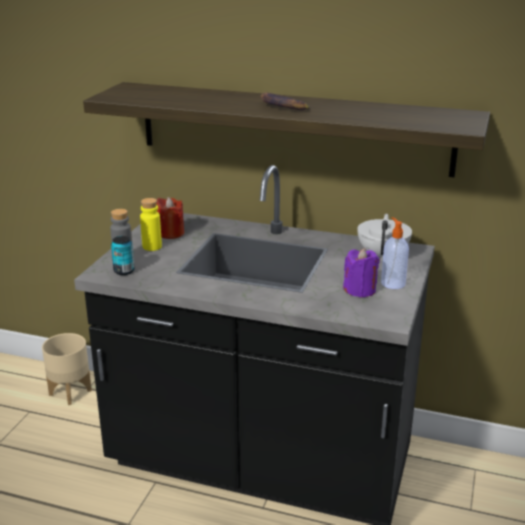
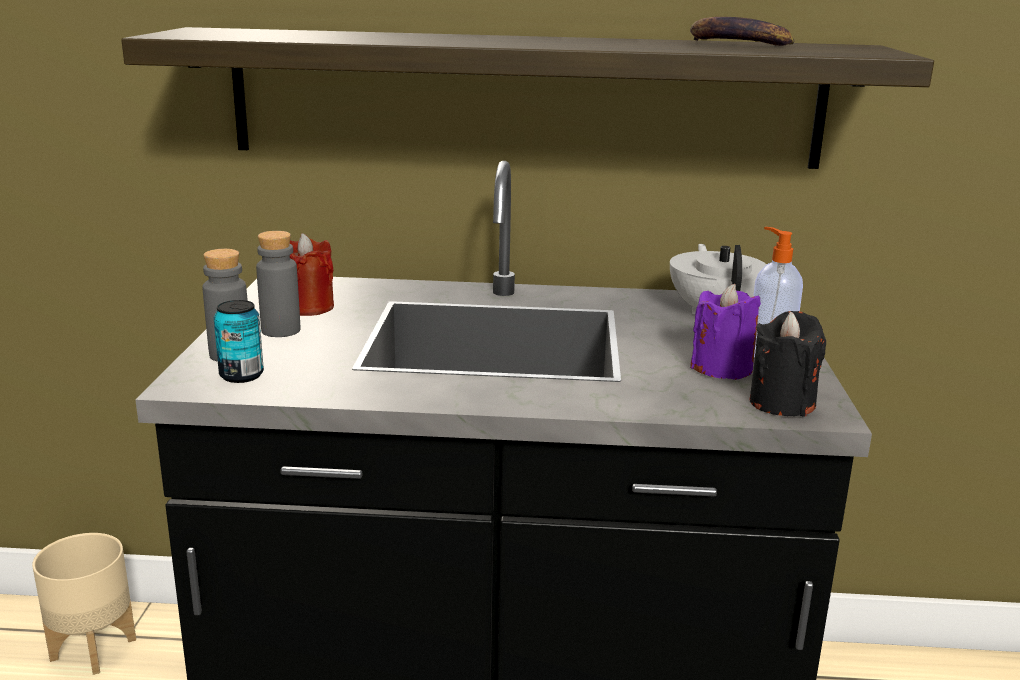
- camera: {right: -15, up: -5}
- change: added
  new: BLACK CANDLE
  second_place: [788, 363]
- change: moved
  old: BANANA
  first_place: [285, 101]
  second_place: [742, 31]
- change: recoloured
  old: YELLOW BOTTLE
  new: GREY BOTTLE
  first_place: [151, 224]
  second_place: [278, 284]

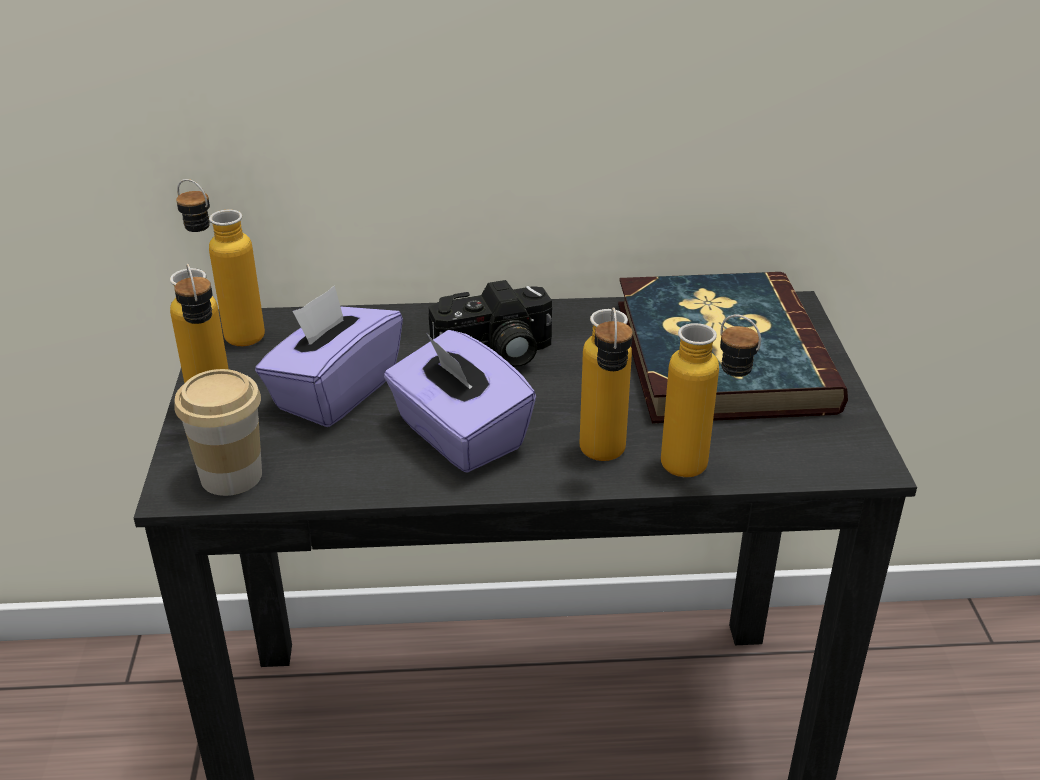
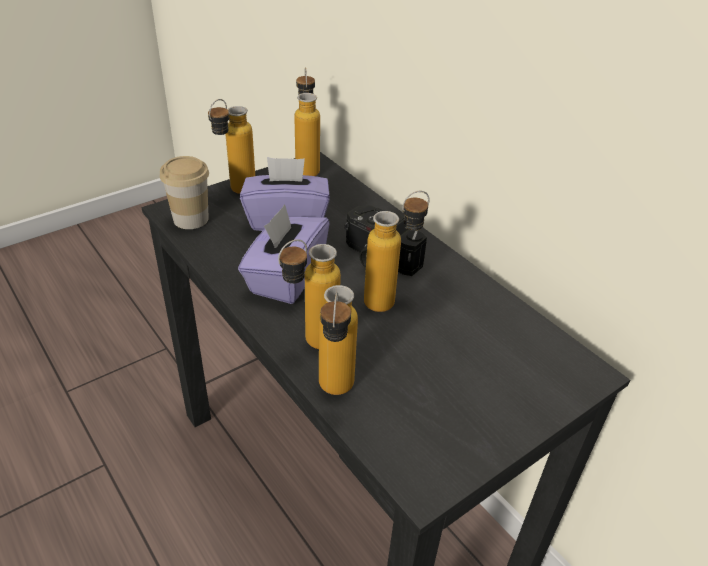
- camera: {right: 55, up: 5}
- change: removed
  old: BOOK
  first_place: [733, 347]
- change: added
  new: BOTTLE
  second_place: [396, 251]

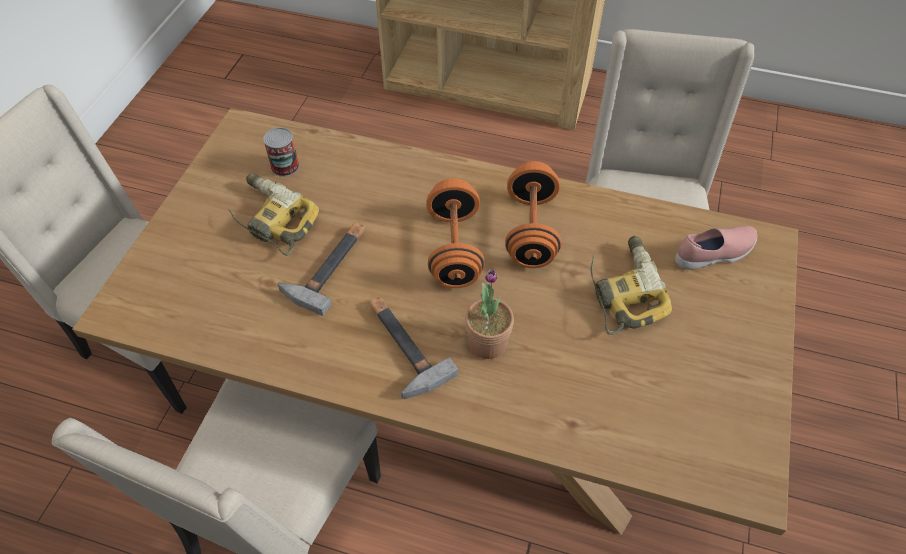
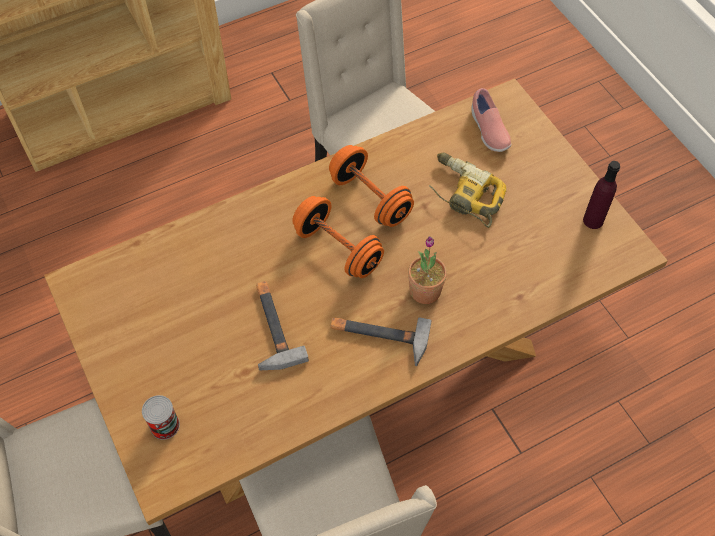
- camera: {right: -45, up: 5}
- change: removed
  old: POWER DRILL
  first_place: [273, 214]
- change: added
  new: PURPLE BOTTLE
  second_place: [601, 195]
- change: moved
  old: CAN
  first_place: [281, 152]
  second_place: [161, 417]
- change: turned
  old: PINK SHOE
  first_place: [716, 247]
  second_place: [491, 120]
  degrees: 135

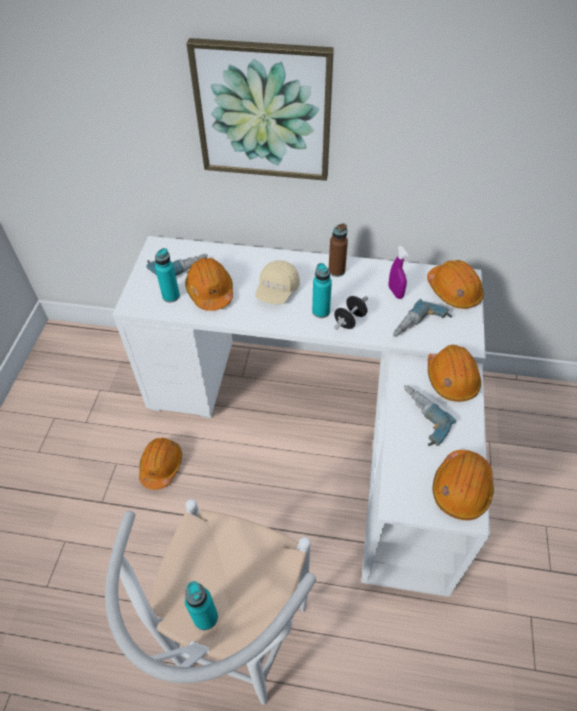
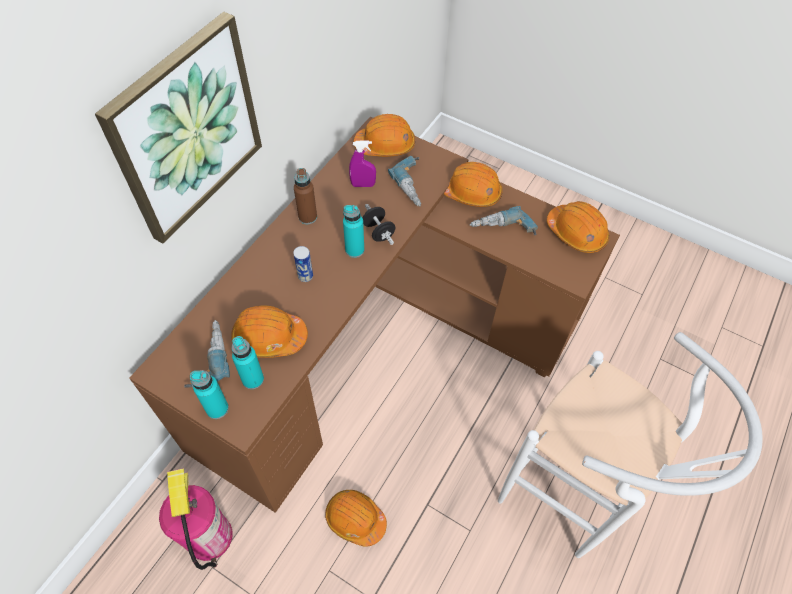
- camera: {right: -70, up: 5}
- change: added
  new: FIRE EXTINGUISHER
  second_place: [196, 519]
- change: moved
  old: TURQUOISE BOTTLE
  first_place: [201, 605]
  second_place: [209, 394]
- change: replaced
  old: BEIGE CAP
  new: CAN
  first_place: [277, 282]
  second_place: [303, 264]
- change: recoloured
  old: WHITE DESK
  new: BROWN DESK
  first_place: [301, 416]
  second_place: [374, 314]

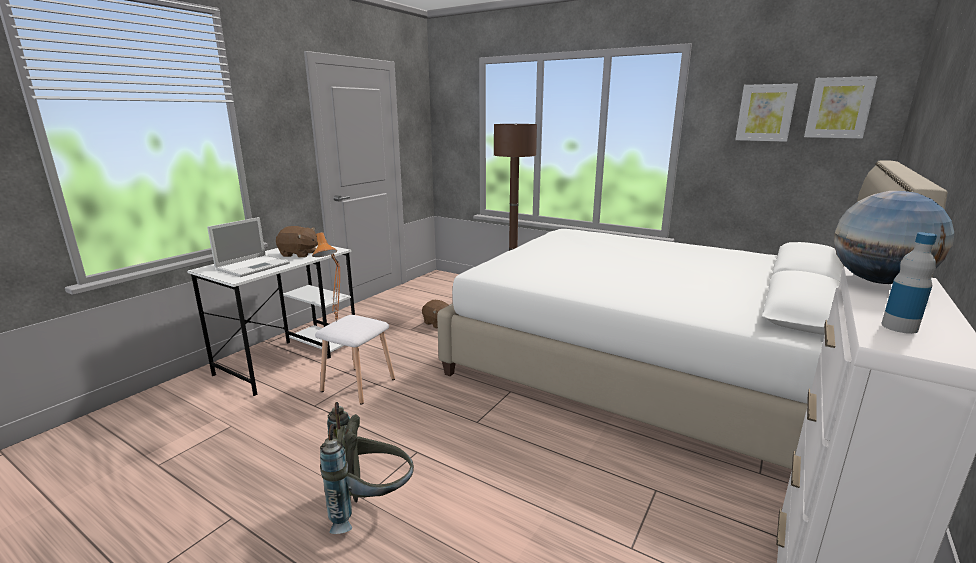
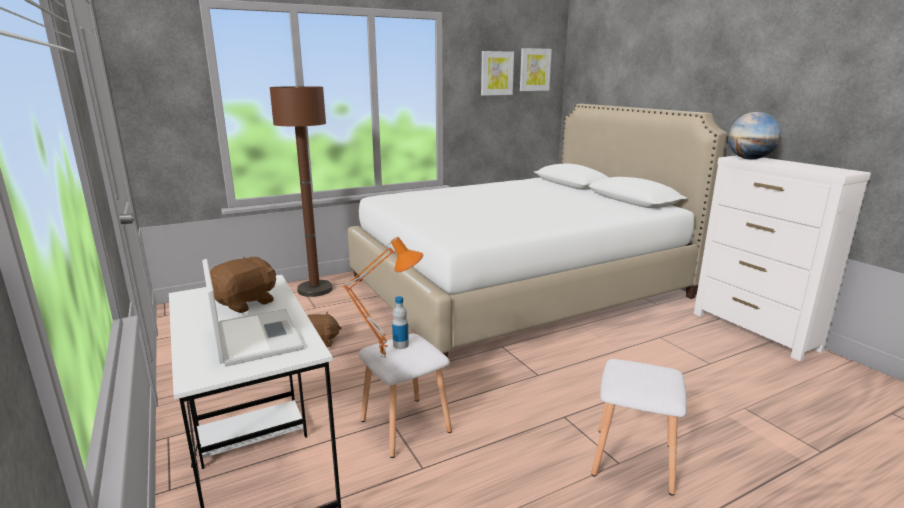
- camera: {right: -60, up: 0}
- change: moved
  old: BOTTLE
  first_place: [909, 283]
  second_place: [400, 322]
- change: replaced
  old: GREY BACKPACK
  new: WHITE STOOL
  first_place: [367, 468]
  second_place: [639, 427]

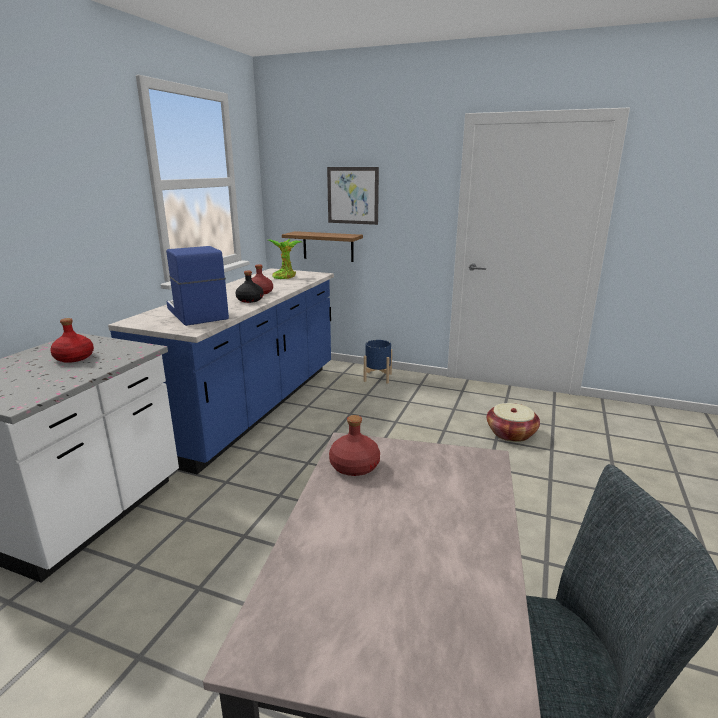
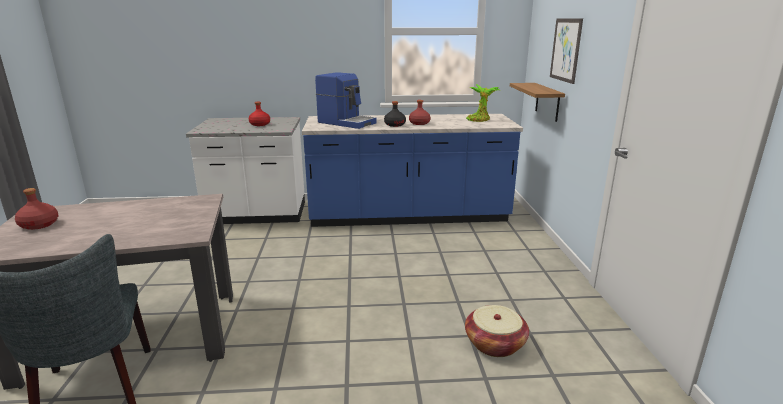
- camera: {right: 65, up: 0}
- change: removed
  old: BLUE PLANTER
  first_place: [378, 362]
- change: moved
  old: RED BOTTLE
  first_place: [354, 445]
  second_place: [36, 209]
- change: turned
  old: COFFEE MACHINE
  first_place: [197, 286]
  second_place: [346, 100]
  degrees: 90

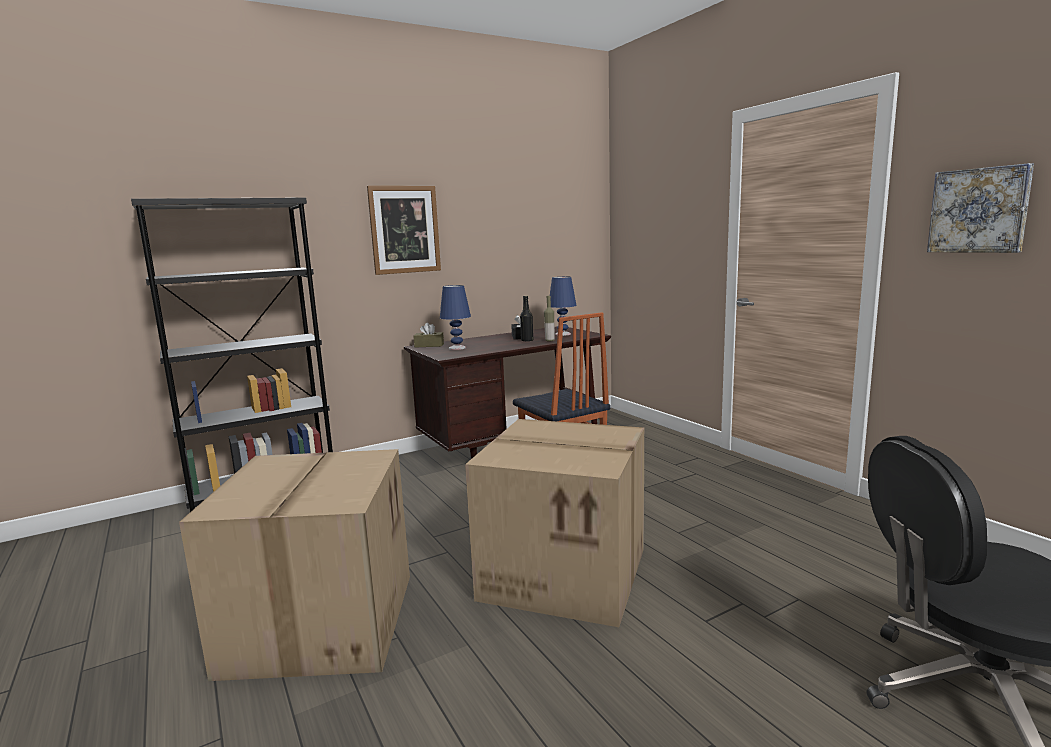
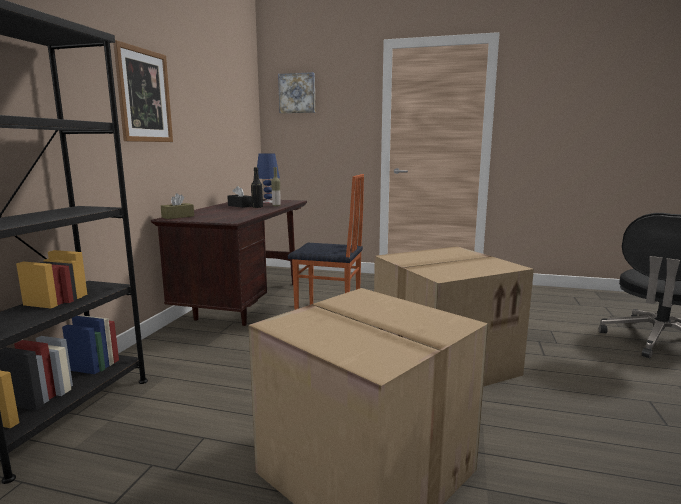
- camera: {right: -45, up: 0}
- change: removed
  old: BLUE TABLE LAMP
  first_place: [455, 317]
- change: moved
  old: PICTURE
  first_place: [980, 208]
  second_place: [296, 92]

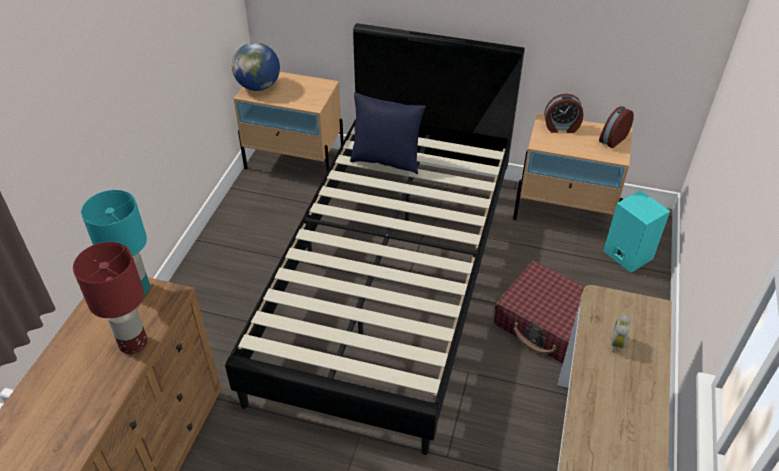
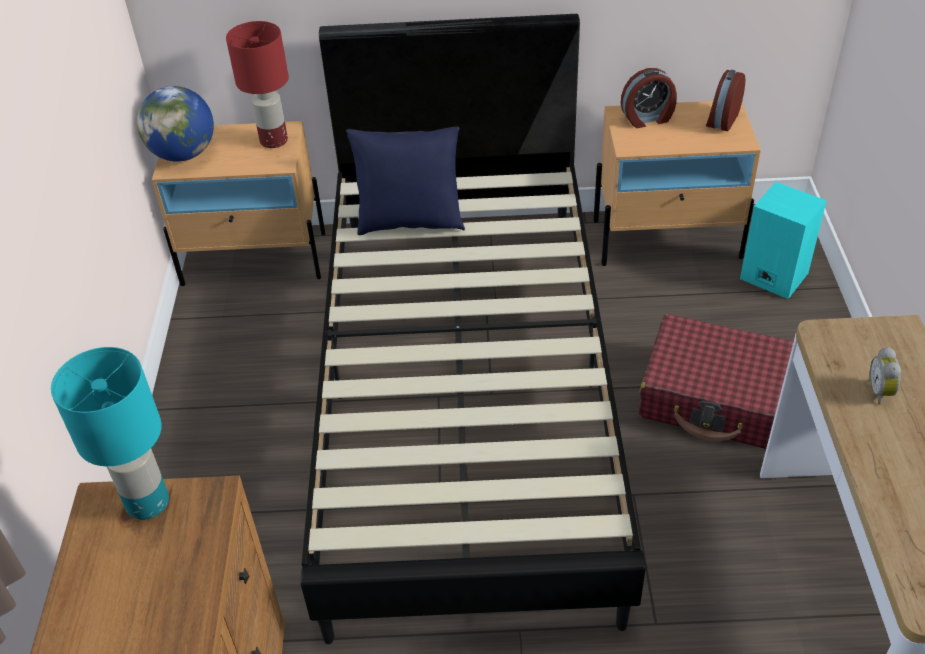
- camera: {right: -15, up: 0}
- change: moved
  old: RED TABLE LAMP
  first_place: [110, 298]
  second_place: [257, 84]

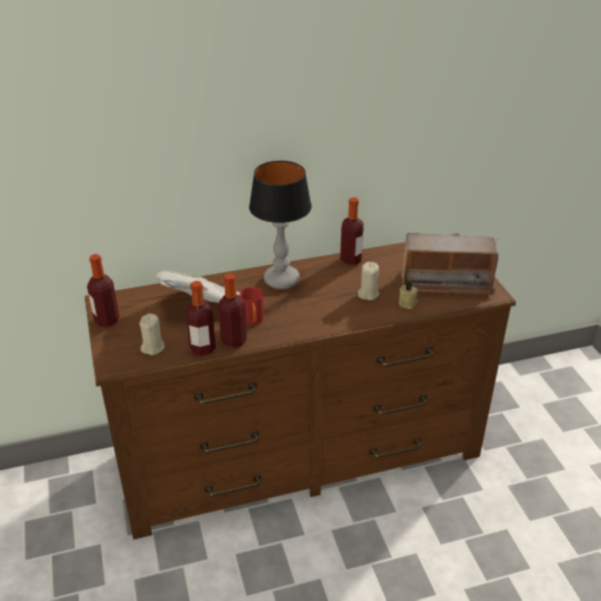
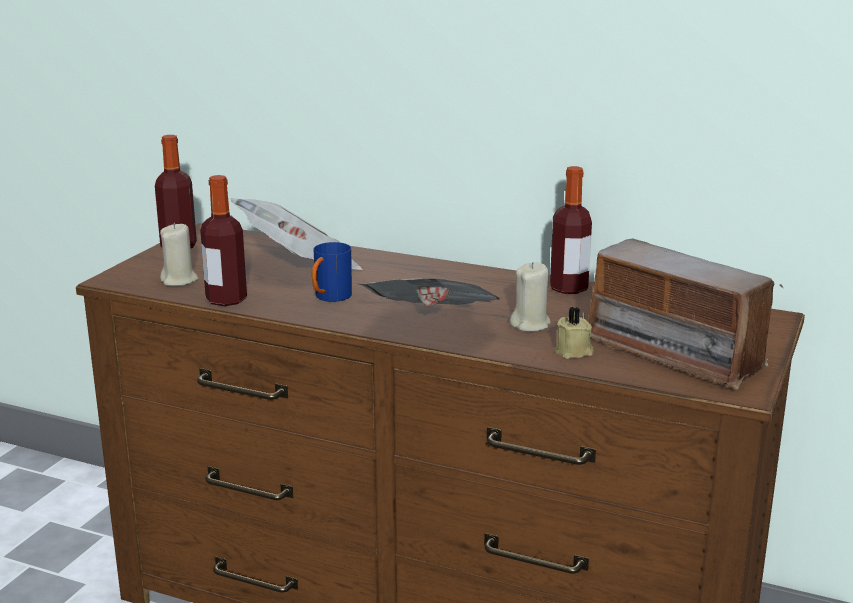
- camera: {right: 40, up: -15}
- change: removed
  old: BOTTLE
  first_place: [232, 311]
- change: removed
  old: TABLE LAMP
  first_place: [280, 225]
- change: added
  new: NEWSPAPER
  second_place: [429, 292]
- change: recoloured
  old: RED MUG
  new: BLUE MUG
  first_place: [252, 306]
  second_place: [332, 272]

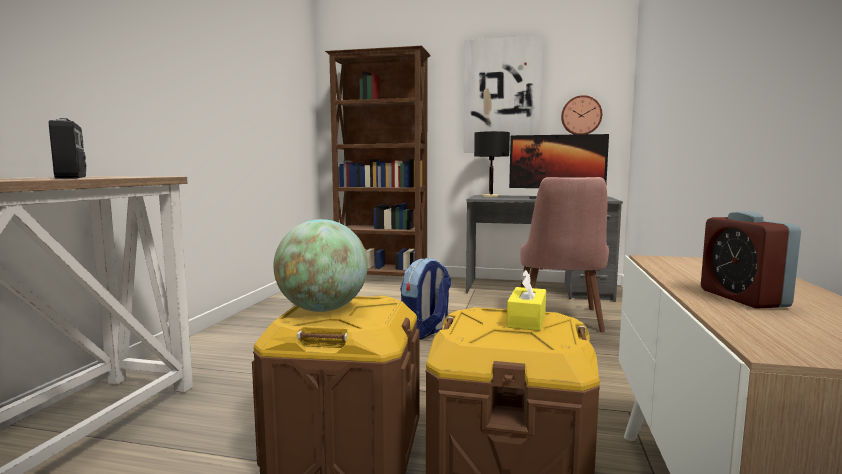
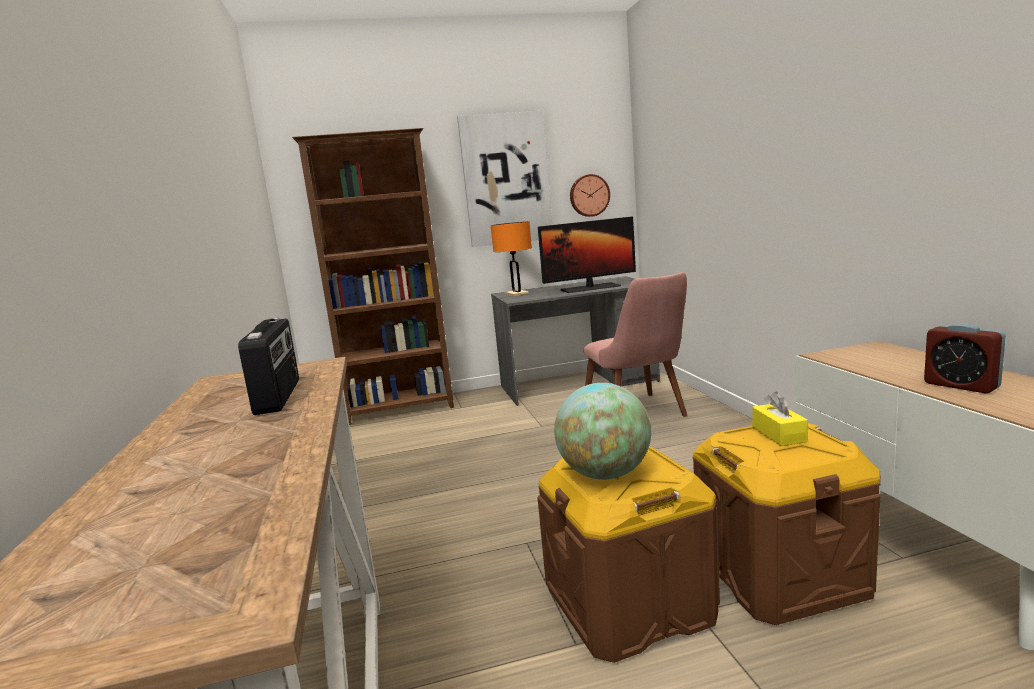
- camera: {right: -25, up: 5}
- change: removed
  old: BACKPACK
  first_place: [425, 299]
- change: recoloured
  old: BLACK TABLE LAMP
  new: ORANGE TABLE LAMP
  first_place: [492, 164]
  second_place: [511, 259]
- change: turned
  old: RADIO
  first_place: [68, 148]
  second_place: [268, 366]
  degrees: 45

